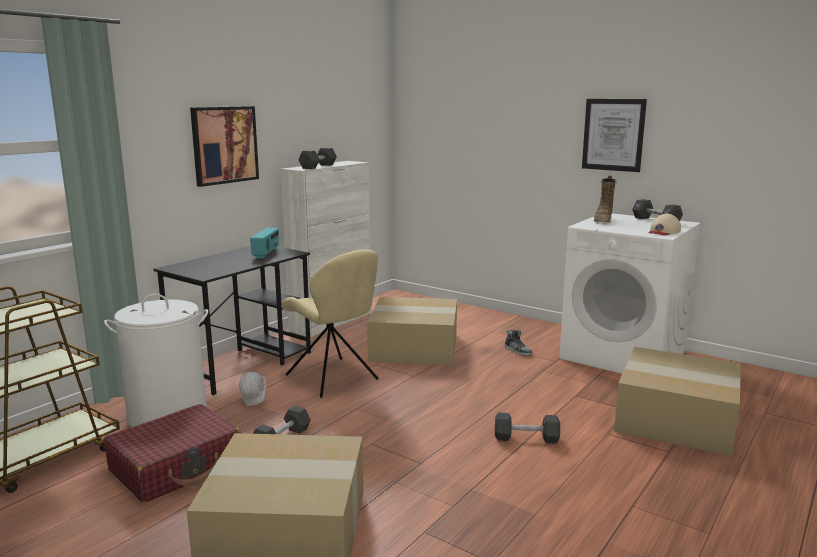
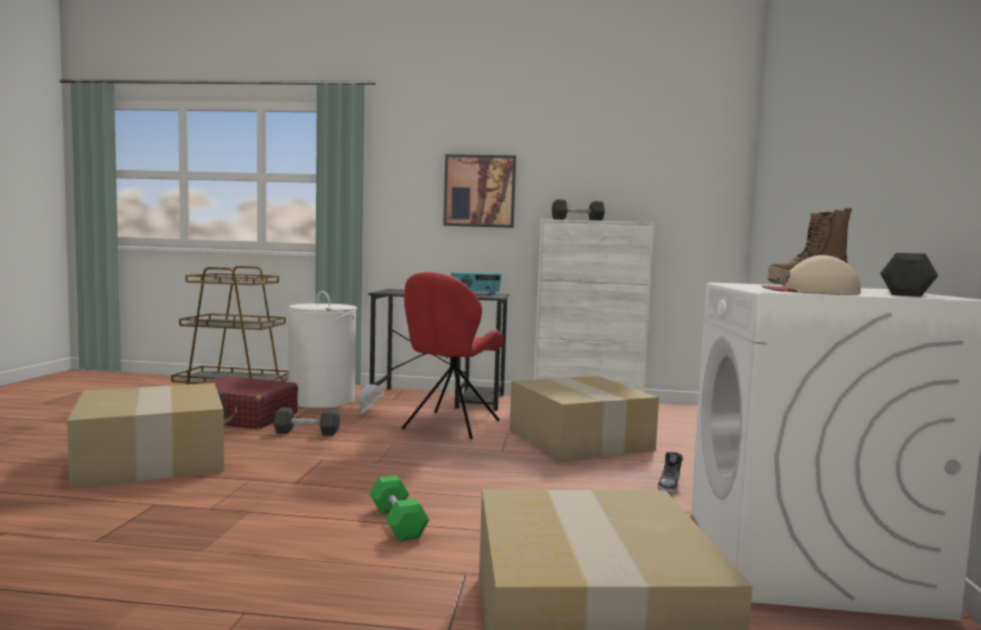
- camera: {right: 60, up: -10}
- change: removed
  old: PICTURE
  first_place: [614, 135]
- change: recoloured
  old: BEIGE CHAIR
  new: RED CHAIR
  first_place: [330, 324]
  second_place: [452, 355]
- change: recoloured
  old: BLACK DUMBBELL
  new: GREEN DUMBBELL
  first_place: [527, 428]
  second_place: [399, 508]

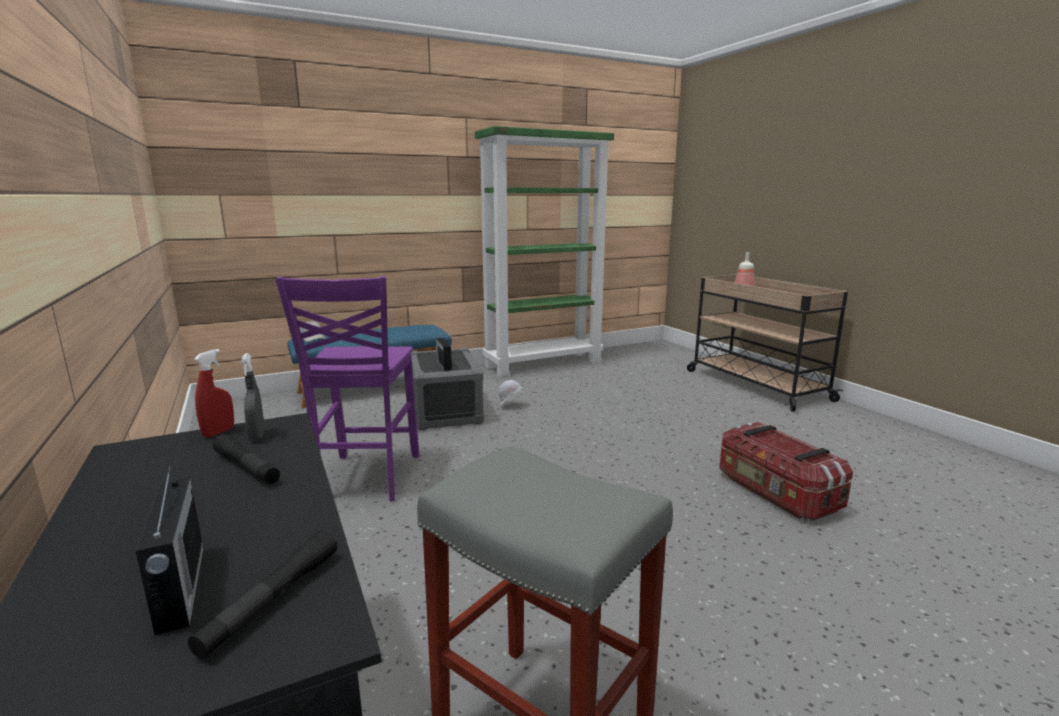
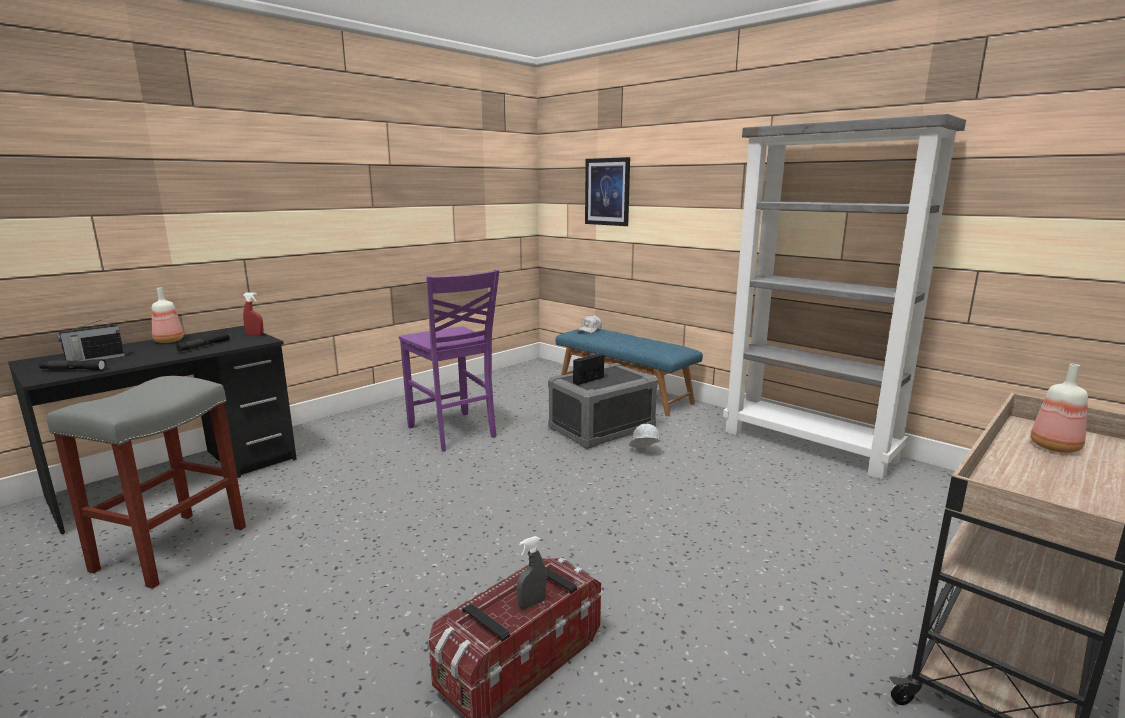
- camera: {right: 70, up: 0}
- change: added
  new: BOTTLE
  second_place: [168, 315]
- change: added
  new: PICTURE
  second_place: [607, 191]
- change: moved
  old: GREY SPRAY BOTTLE
  first_place: [253, 397]
  second_place: [531, 572]
- change: recoloured
  old: GREEN BOOKCASE
  new: GREY BOOKCASE
  first_place: [544, 251]
  second_place: [844, 296]
- change: turned
  old: PURPLE CHAIR
  first_place: [347, 389]
  second_place: [449, 361]
  degrees: -105

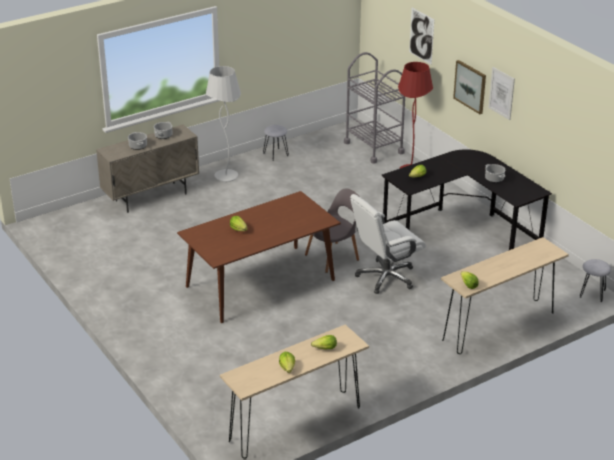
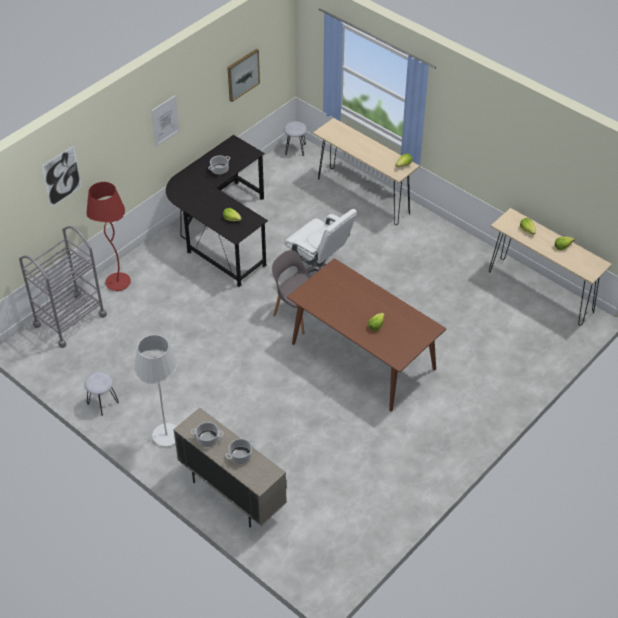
- camera: {right: -105, up: 15}
- change: moved
  old: PICTURE
  first_place: [469, 87]
  second_place: [243, 75]

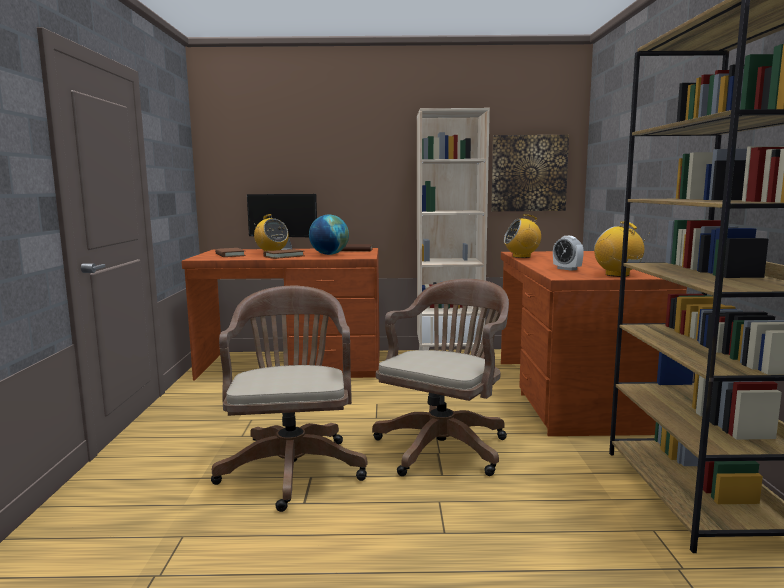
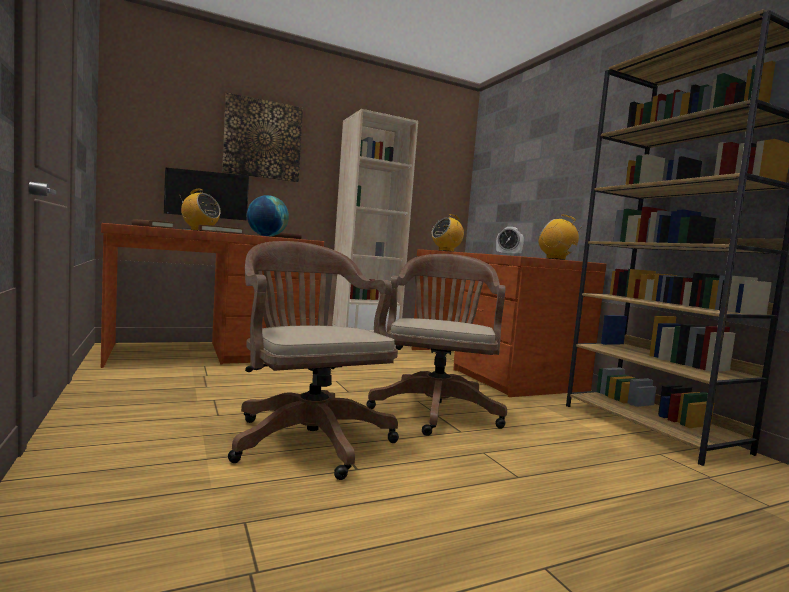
- camera: {right: -25, up: -5}
- change: moved
  old: PICTURE
  first_place: [530, 173]
  second_place: [262, 137]

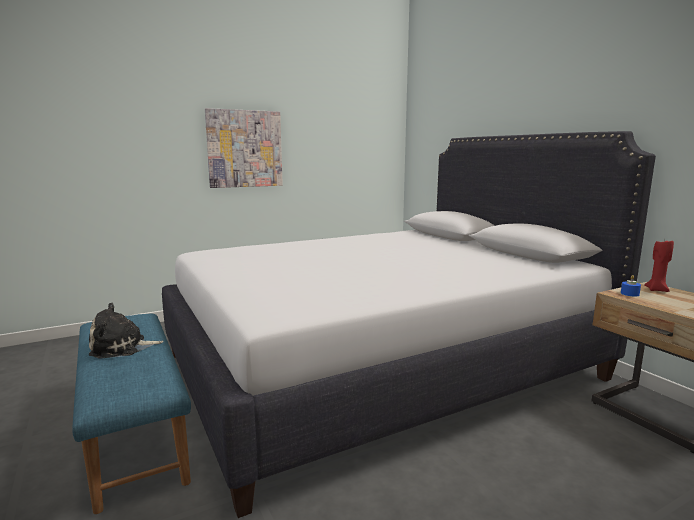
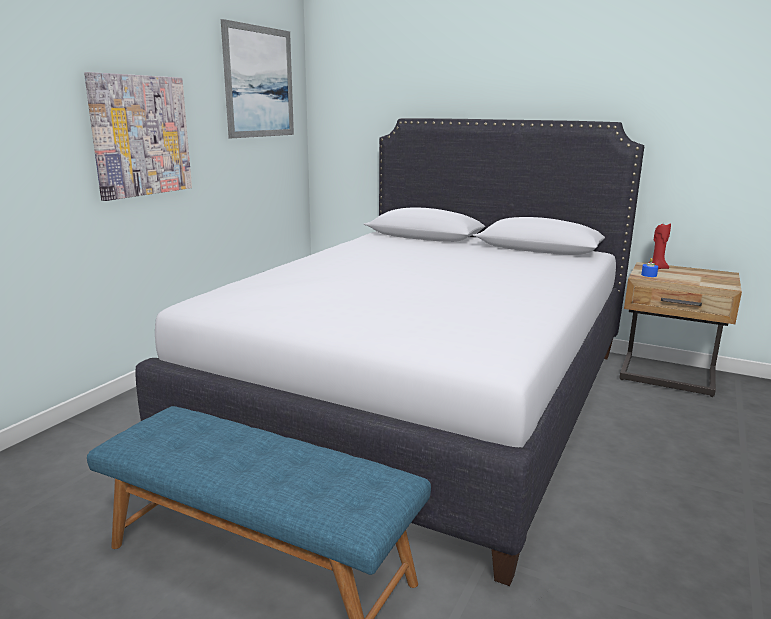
- camera: {right: -35, up: 5}
- change: removed
  old: PLUSH TOY
  first_place: [126, 330]
- change: added
  new: PICTURE
  second_place: [257, 78]

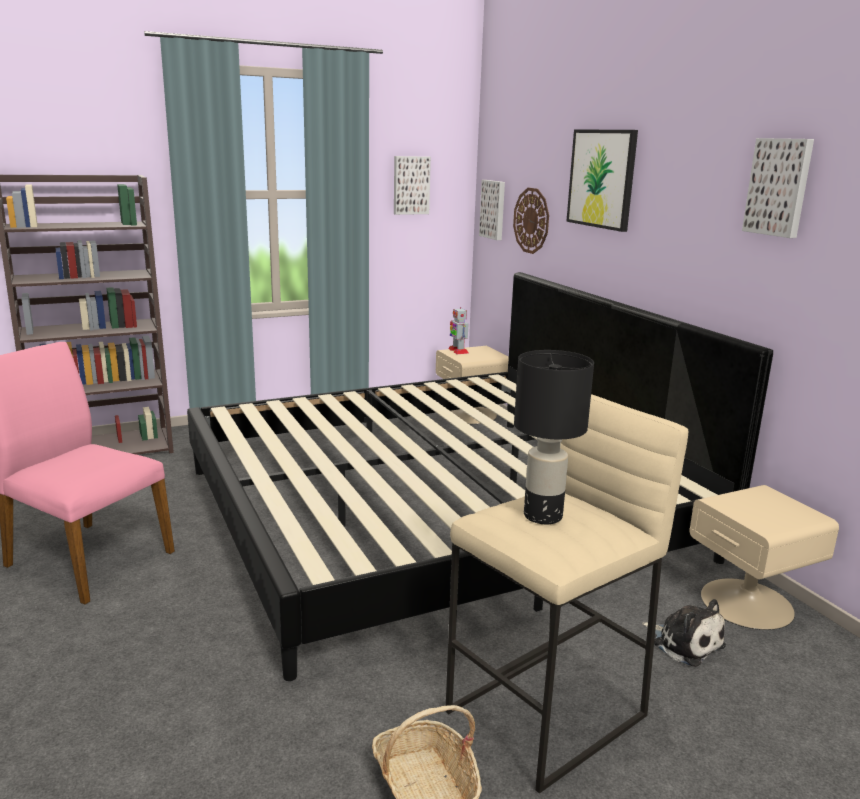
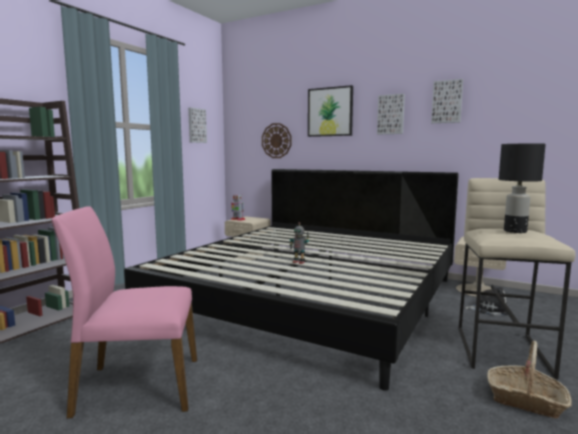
- camera: {right: -35, up: -10}
- change: added
  new: TOY ROBOT
  second_place: [300, 243]
- change: moved
  old: PICTURE
  first_place: [492, 210]
  second_place: [391, 114]

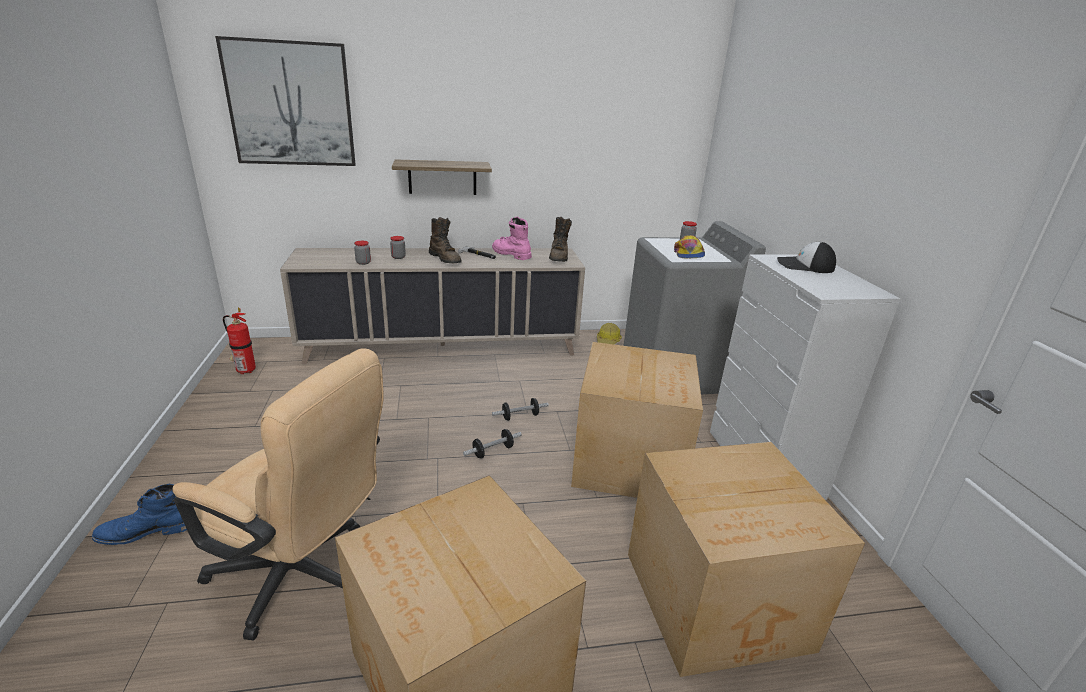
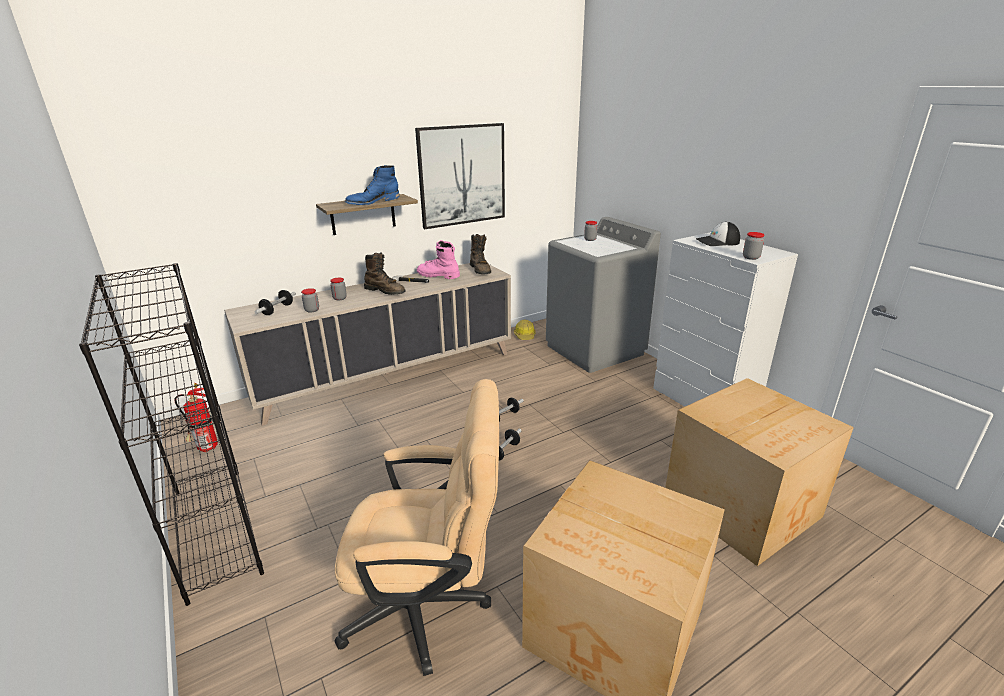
- camera: {right: -20, up: 0}
- change: removed
  old: CARDBOARD BOX
  first_place: [637, 420]
- change: removed
  old: CAP
  first_place: [689, 246]
- change: added
  new: BLACK BOOKCASE
  second_place: [171, 434]
- change: added
  new: DUMBBELL
  second_place: [275, 302]
- change: added
  new: JAR
  second_place: [754, 246]
- change: moved
  old: BLUE BOOT
  first_place: [139, 514]
  second_place: [372, 185]
- change: moved
  old: PICTURE
  first_place: [285, 101]
  second_place: [460, 176]

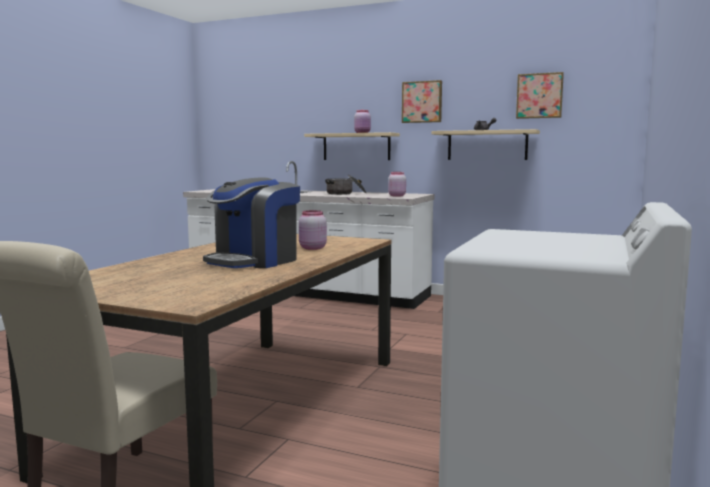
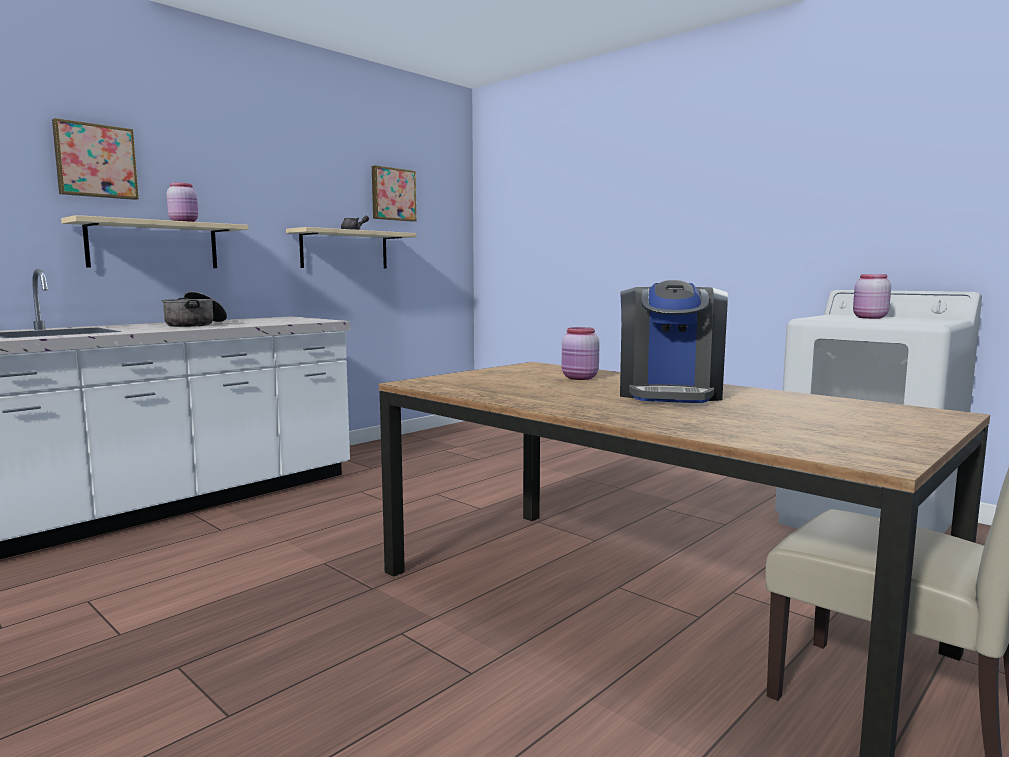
- camera: {right: -70, up: 0}
- change: moved
  old: PINK JAR
  first_place: [397, 184]
  second_place: [872, 296]
- change: moved
  old: PICTURE
  first_place: [422, 101]
  second_place: [95, 159]
- change: turned
  old: COFFEE MACHINE
  first_place: [251, 222]
  second_place: [674, 341]
  degrees: 45

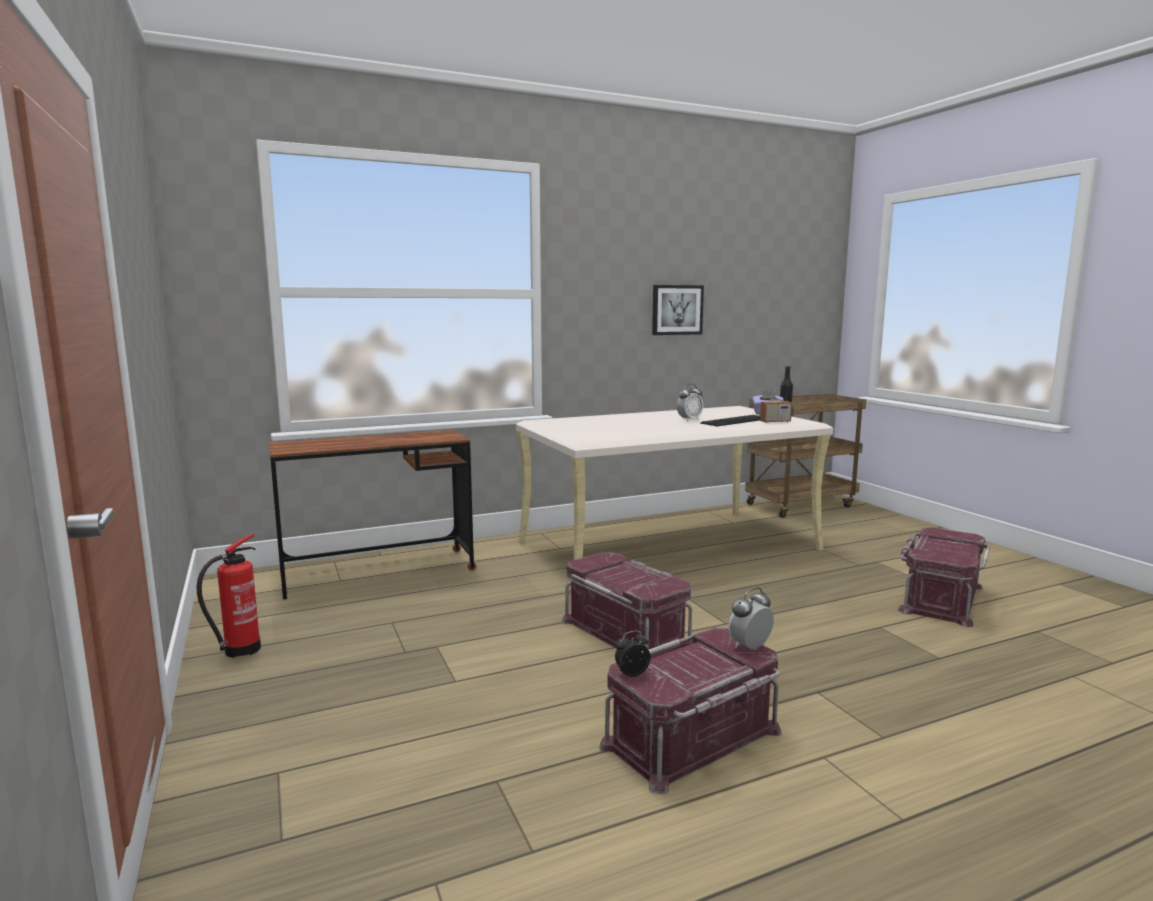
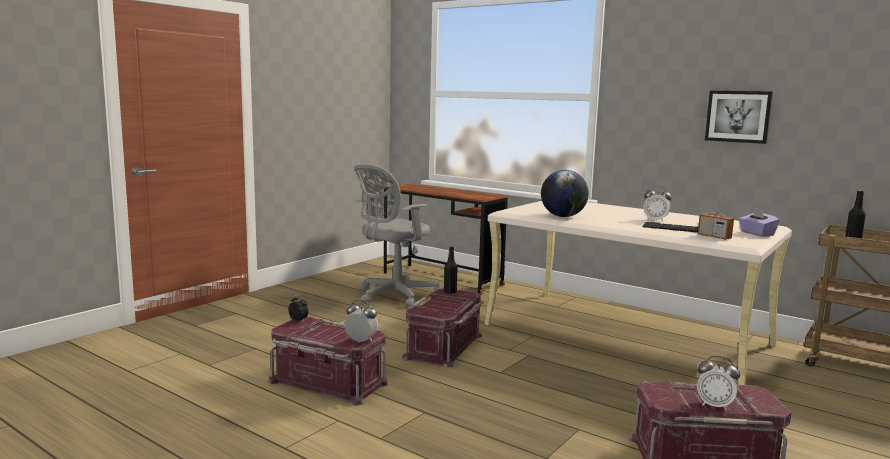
- camera: {right: 60, up: 0}
- change: removed
  old: FIRE EXTINGUISHER
  first_place: [228, 596]
- change: added
  new: GREY OFFICE CHAIR
  second_place: [398, 235]
- change: added
  new: BLACK BOTTLE
  second_place: [451, 270]
- change: added
  new: GLOBE
  second_place: [565, 193]
- change: added
  new: ALARM CLOCK
  second_place: [718, 383]

